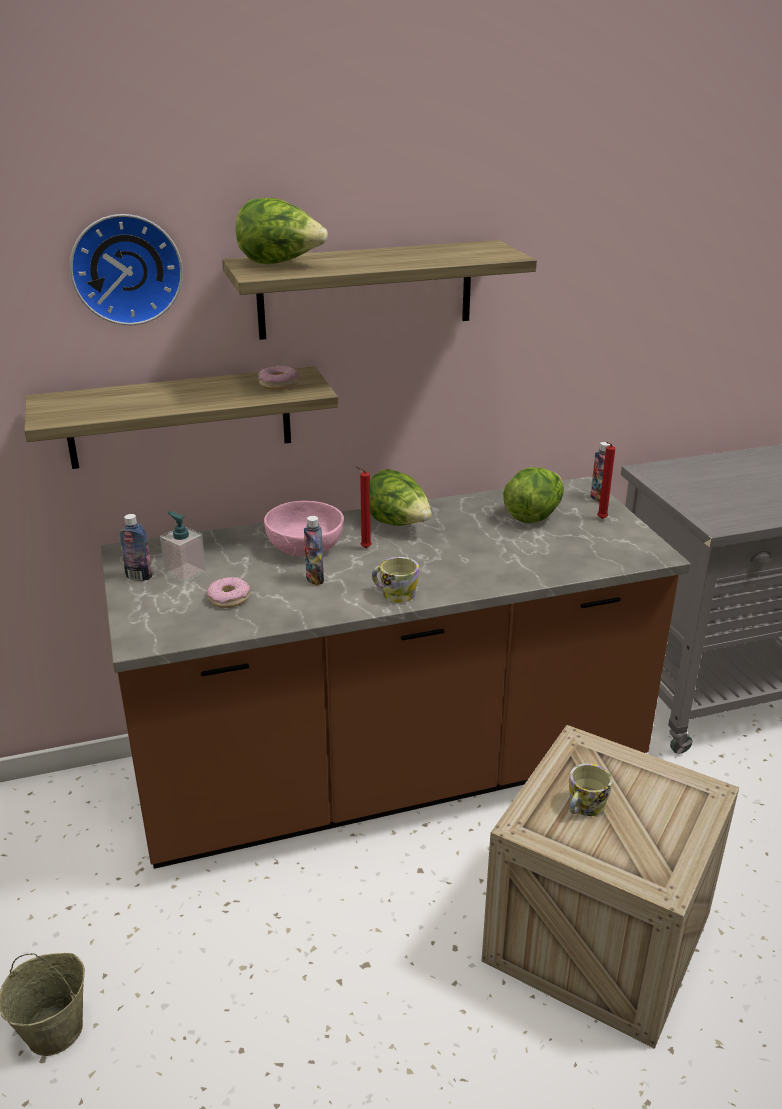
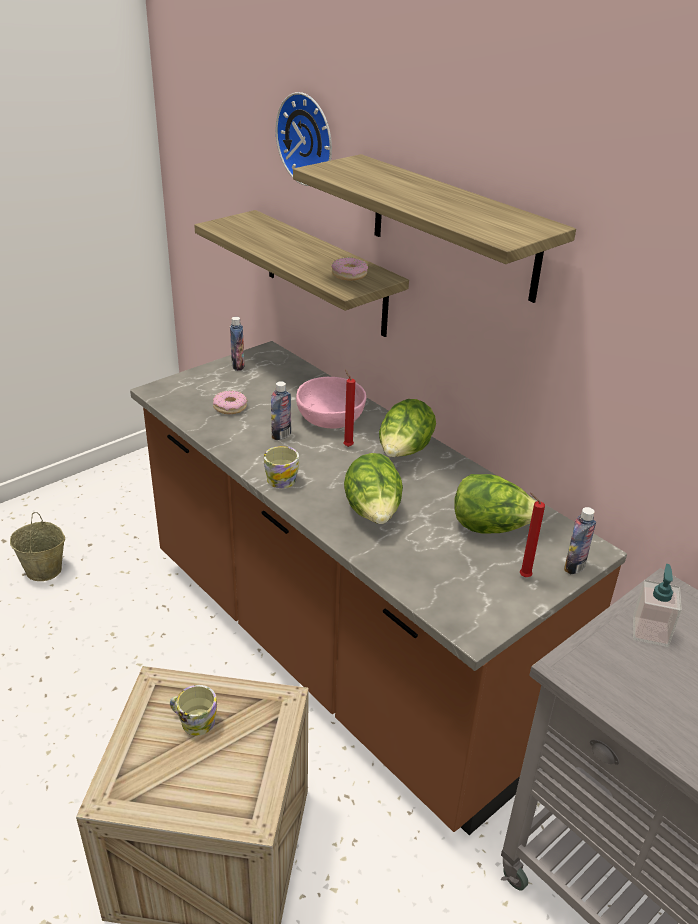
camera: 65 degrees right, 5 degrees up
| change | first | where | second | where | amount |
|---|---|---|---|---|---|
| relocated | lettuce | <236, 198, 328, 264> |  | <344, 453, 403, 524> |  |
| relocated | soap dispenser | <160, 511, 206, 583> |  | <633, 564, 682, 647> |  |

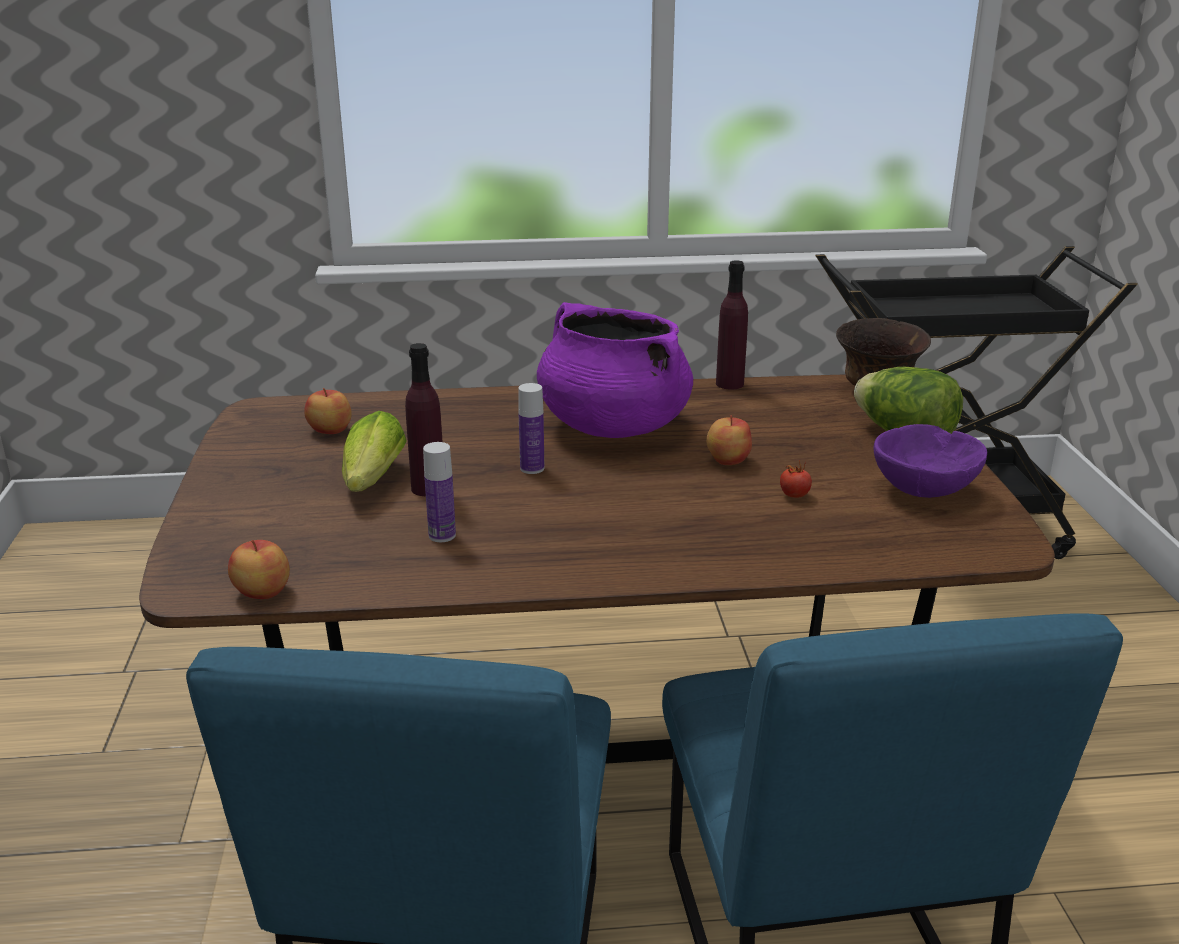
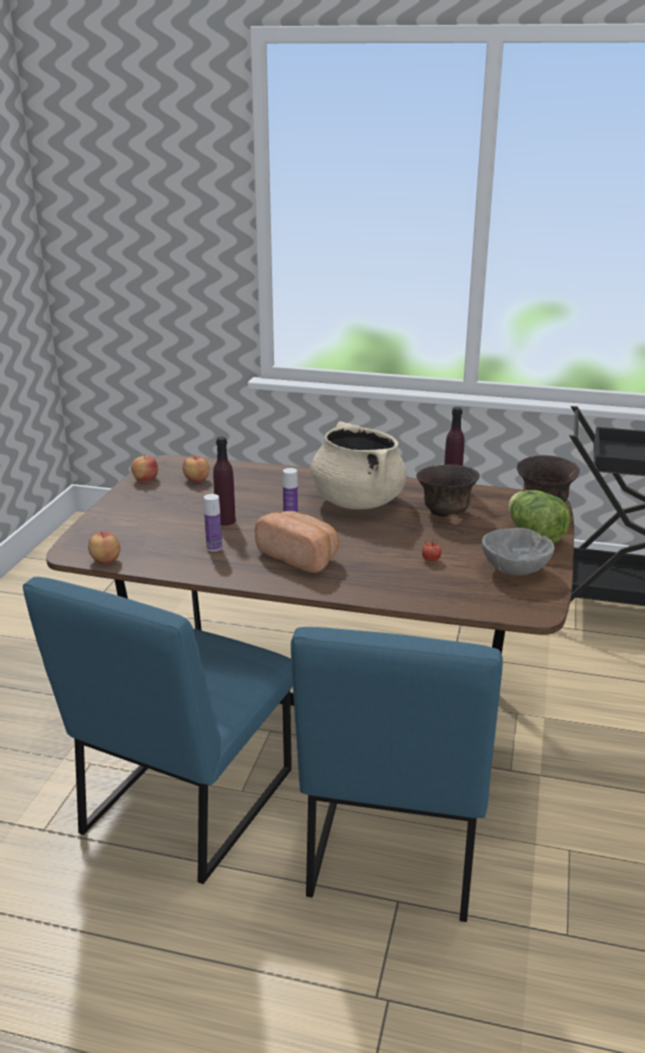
camera: 20 degrees right, 0 degrees up
| change | first | where | second | where | amount |
|---|---|---|---|---|---|
| colour | cooking pot in purple | <537, 302, 693, 438> | cooking pot in beige | <310, 421, 407, 509> |  |
| missing | lettuce | <342, 411, 407, 492> |  |  |  |
| relocated | apple | <706, 415, 752, 465> |  | <131, 454, 158, 482> |  |
| colour | bowl in purple | <874, 424, 987, 498> | bowl in grey | <482, 528, 554, 575> |  |
| appeared |  |  | bowl in brown | <416, 465, 480, 517> |  |
| appeared |  |  | bread | <255, 511, 339, 573> |  |

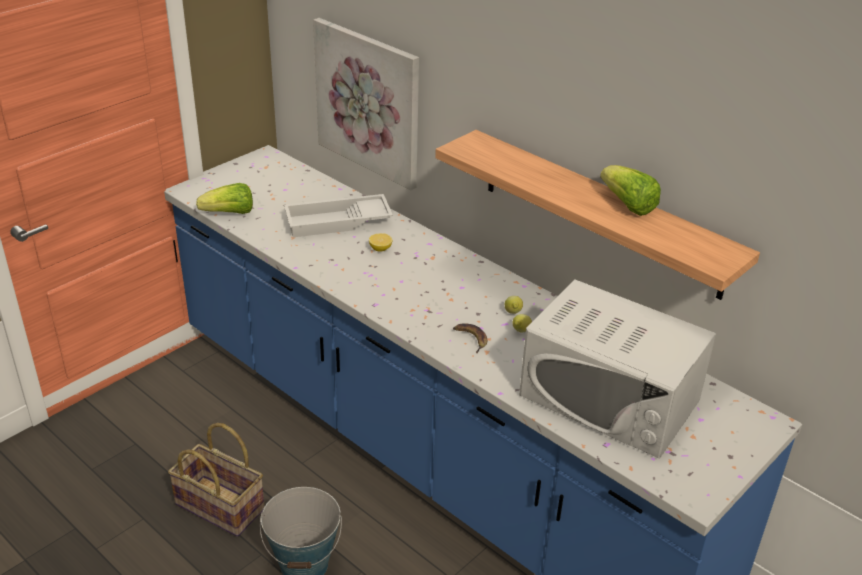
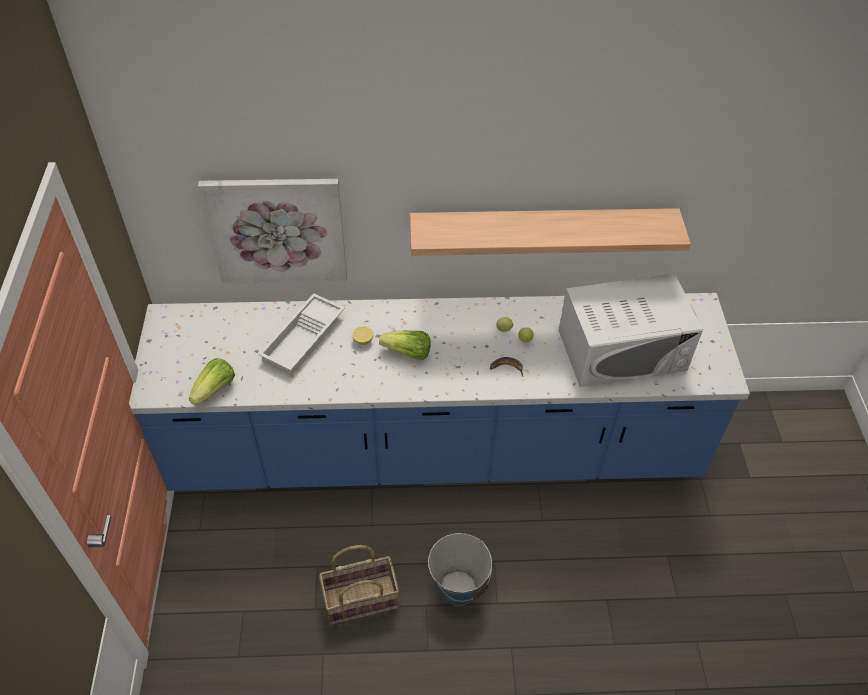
camera: 45 degrees left, 15 degrees up
| change | first | where | second | where | amount |
|---|---|---|---|---|---|
| relocated | lettuce | <600, 165, 661, 216> |  | <379, 330, 431, 360> |  |

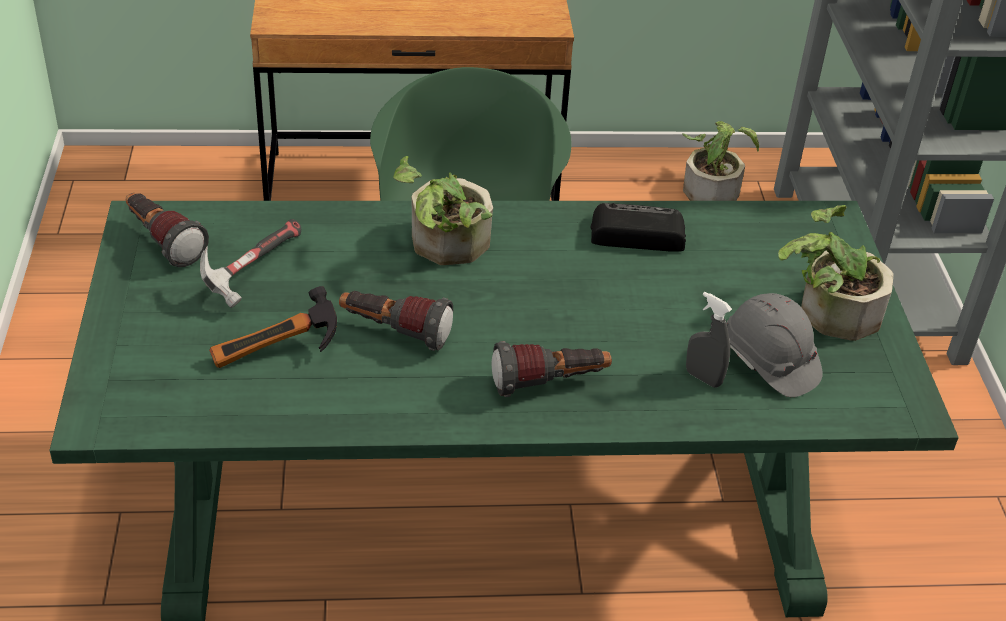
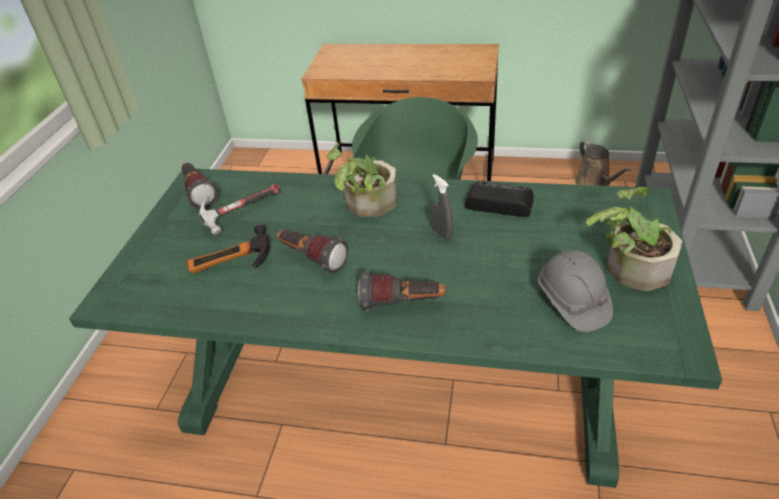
camera: 20 degrees right, 0 degrees up
| change | first | where | second | where | amount |
|---|---|---|---|---|---|
| exchanged | potted plant | <682, 121, 759, 201> | watering can in brown | <575, 140, 631, 186> |  |
| relocated | spray bottle in grey | <686, 292, 732, 388> |  | <431, 174, 453, 240> |  |

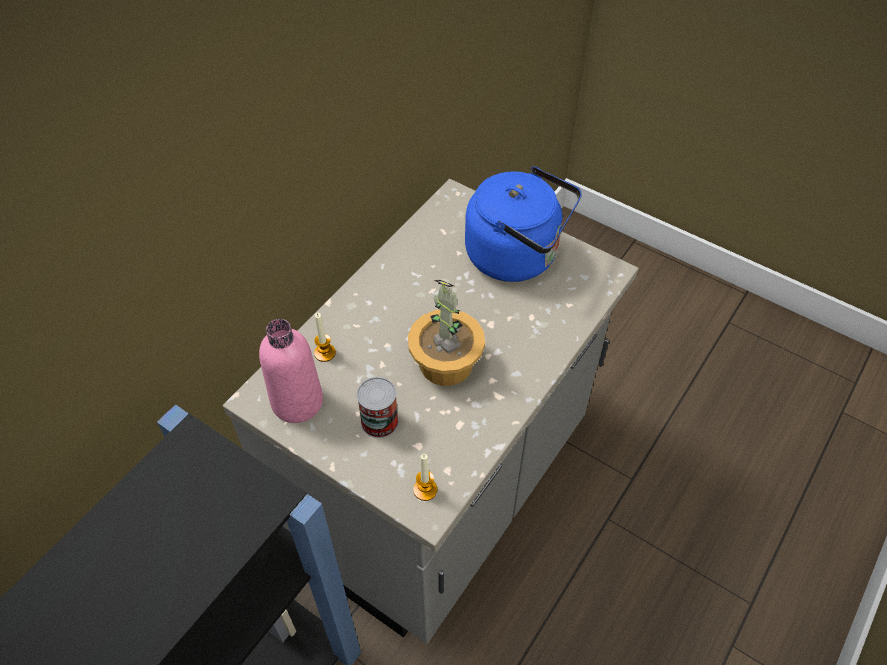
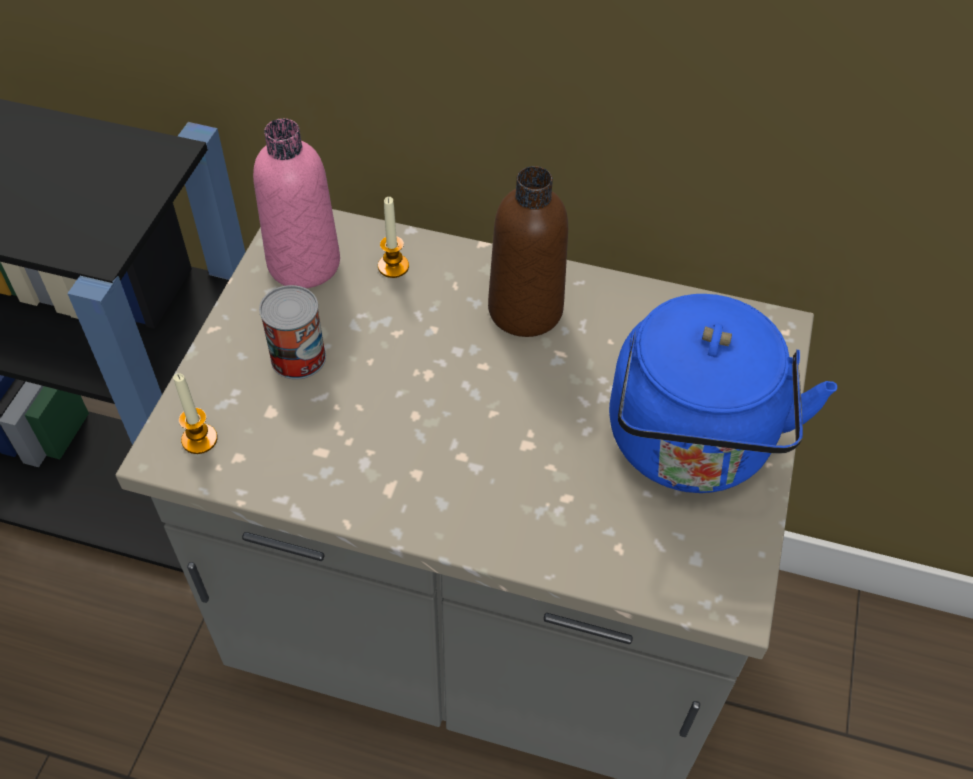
camera: 70 degrees right, 0 degrees up
| change | first | where | second | where | amount |
|---|---|---|---|---|---|
| missing | potted plant | <408, 280, 485, 386> |  |  |  |
| appeared |  |  | bottle in brown | <488, 166, 568, 337> |  |

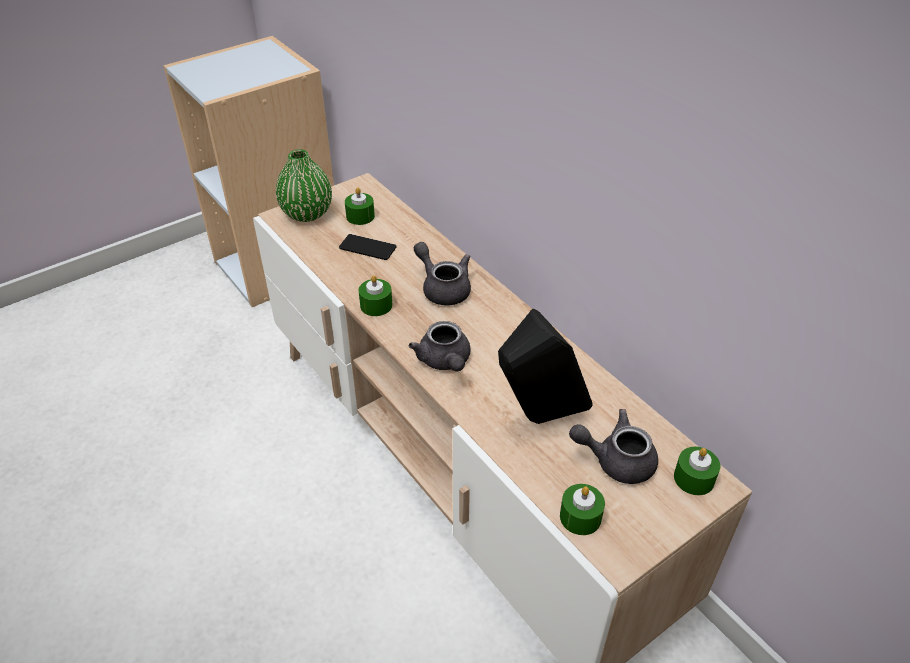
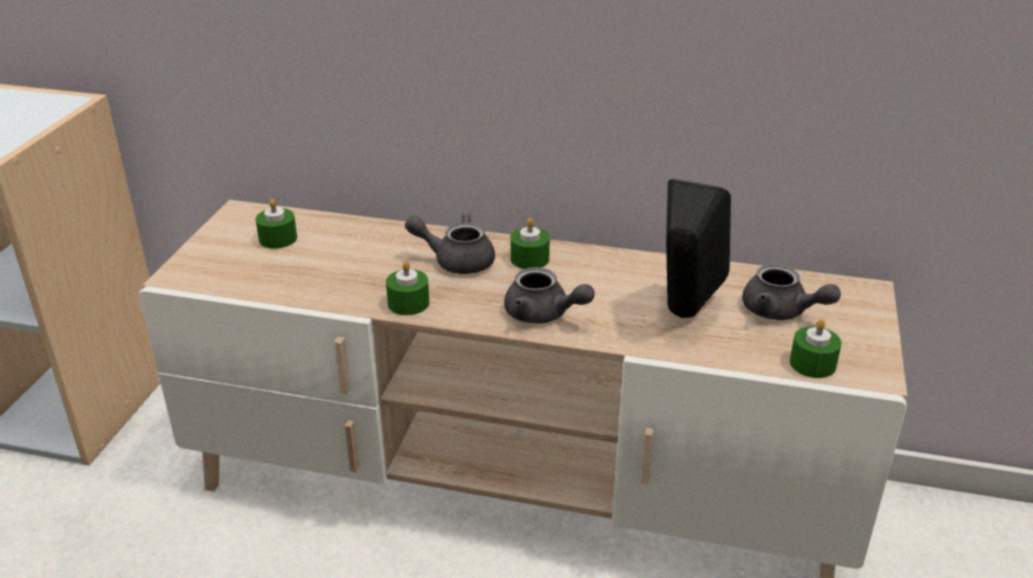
camera: 40 degrees left, 10 degrees down
| change | first | where | second | where | amount |
|---|---|---|---|---|---|
| missing | vase in green | <276, 149, 332, 222> |  |  |  |
| missing | phone | <339, 234, 397, 260> |  |  |  |
| spun | teapot in grey | <569, 409, 658, 484> |  | <742, 264, 841, 320> | 105 degrees counterclockwise |
| relocated | candle in green | <674, 447, 720, 495> |  | <510, 218, 550, 269> |  |

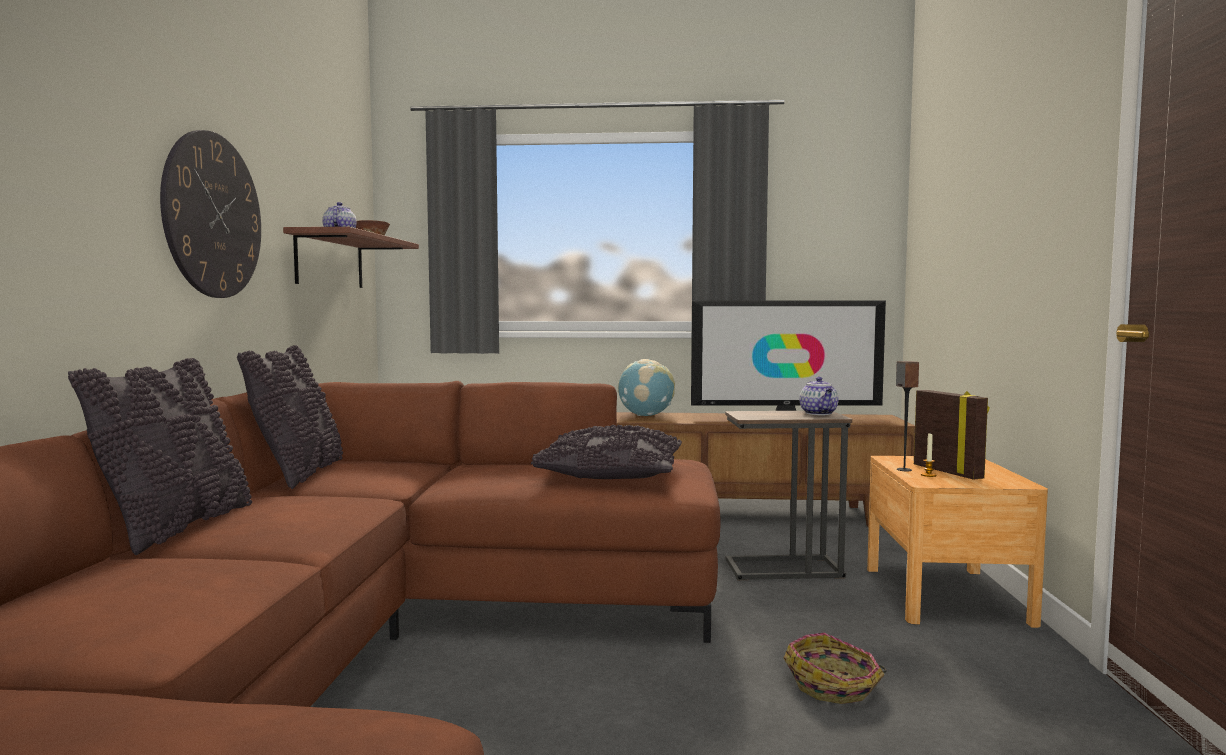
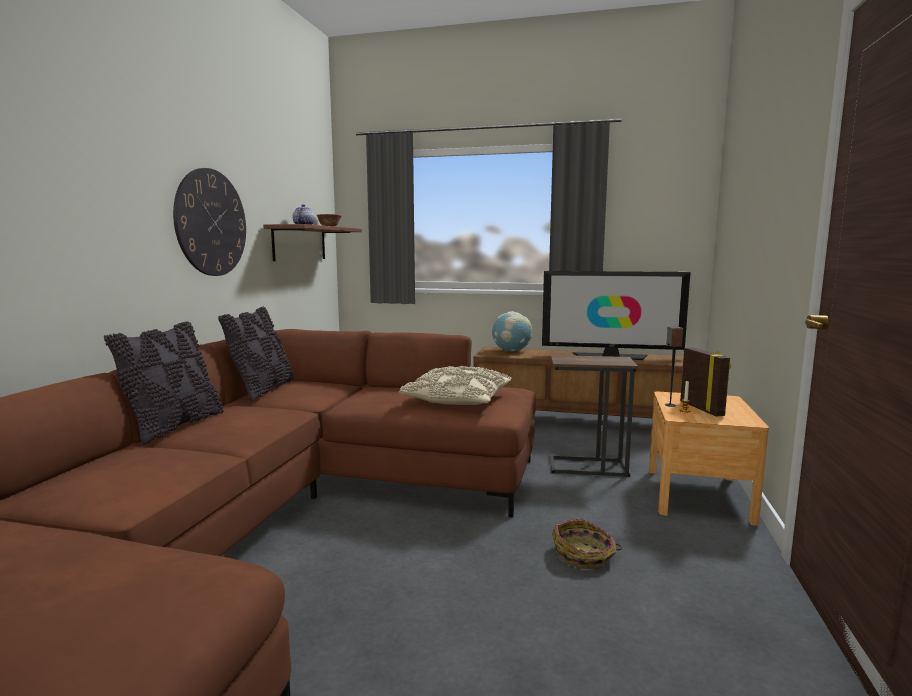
camera: 10 degrees right, 5 degrees up
| change | first | where | second | where | amount |
|---|---|---|---|---|---|
| missing | teapot | <799, 377, 839, 415> |  |  |  |
| colour | pillow in black | <531, 425, 682, 479> | pillow in beige | <399, 366, 511, 405> |  |

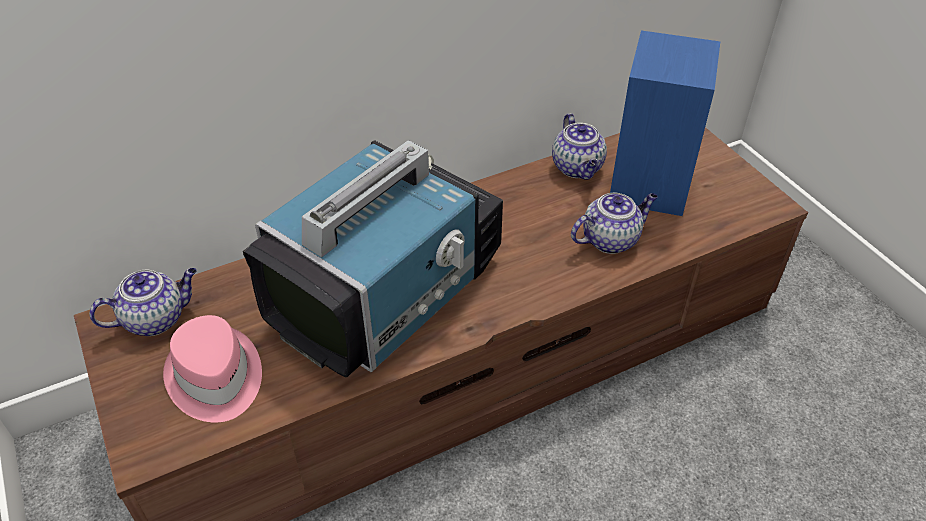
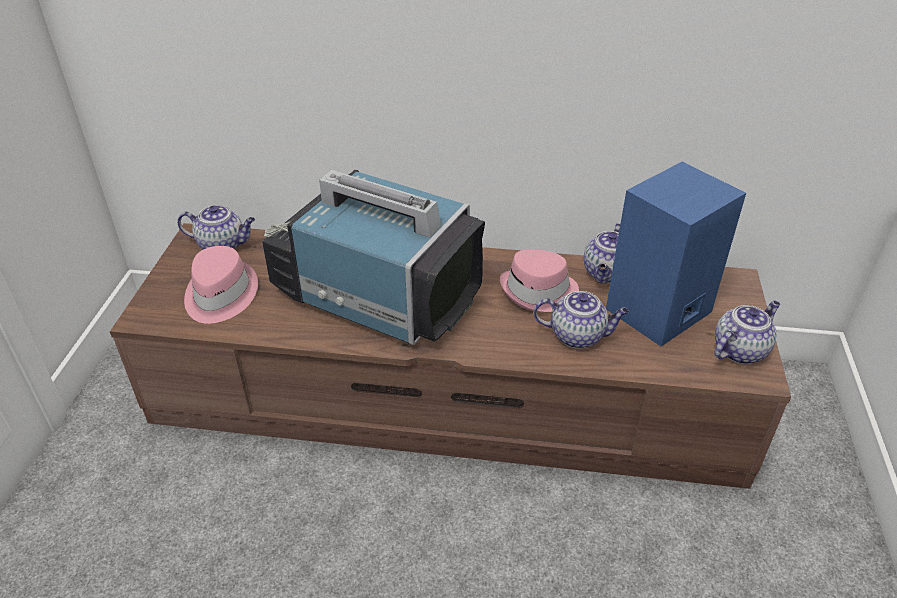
camera: 35 degrees right, 5 degrees down
| change | first | where | second | where | amount |
|---|---|---|---|---|---|
| spun | television | <243, 140, 503, 378> |  | <262, 170, 485, 345> | 135 degrees counterclockwise |
| appeared |  |  | hat in pink | <500, 250, 579, 312> |  |
| appeared |  |  | teapot | <714, 301, 780, 364> |  |

